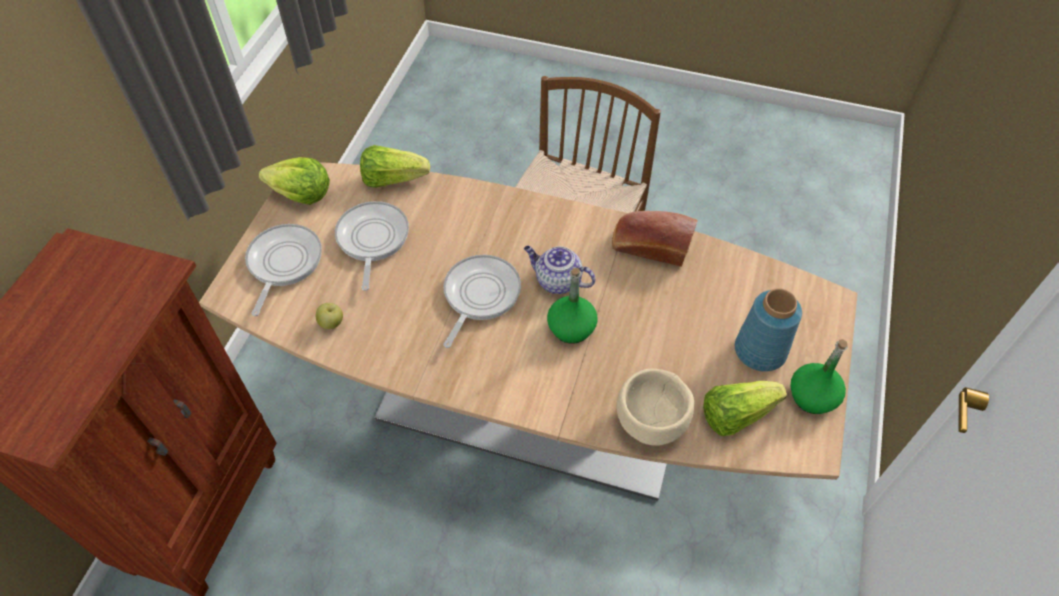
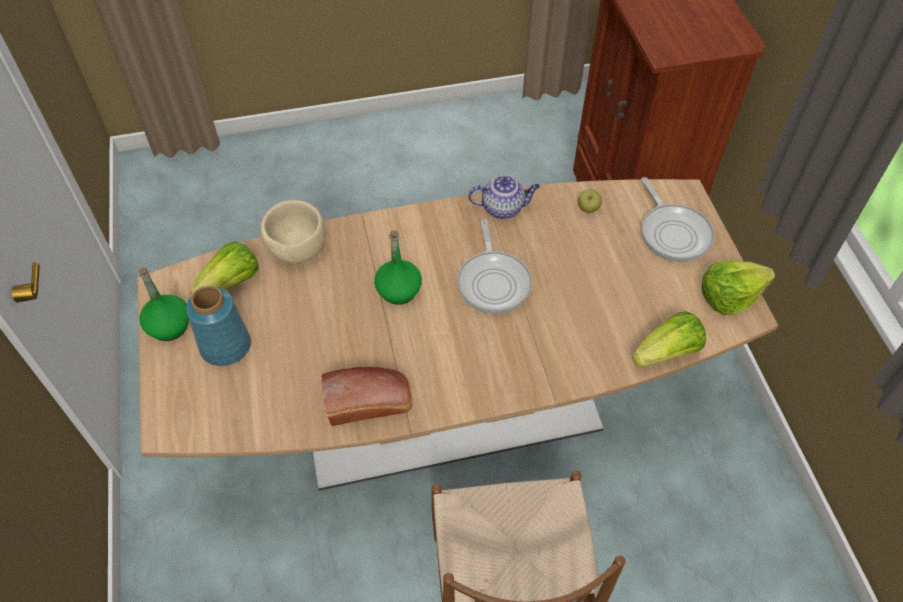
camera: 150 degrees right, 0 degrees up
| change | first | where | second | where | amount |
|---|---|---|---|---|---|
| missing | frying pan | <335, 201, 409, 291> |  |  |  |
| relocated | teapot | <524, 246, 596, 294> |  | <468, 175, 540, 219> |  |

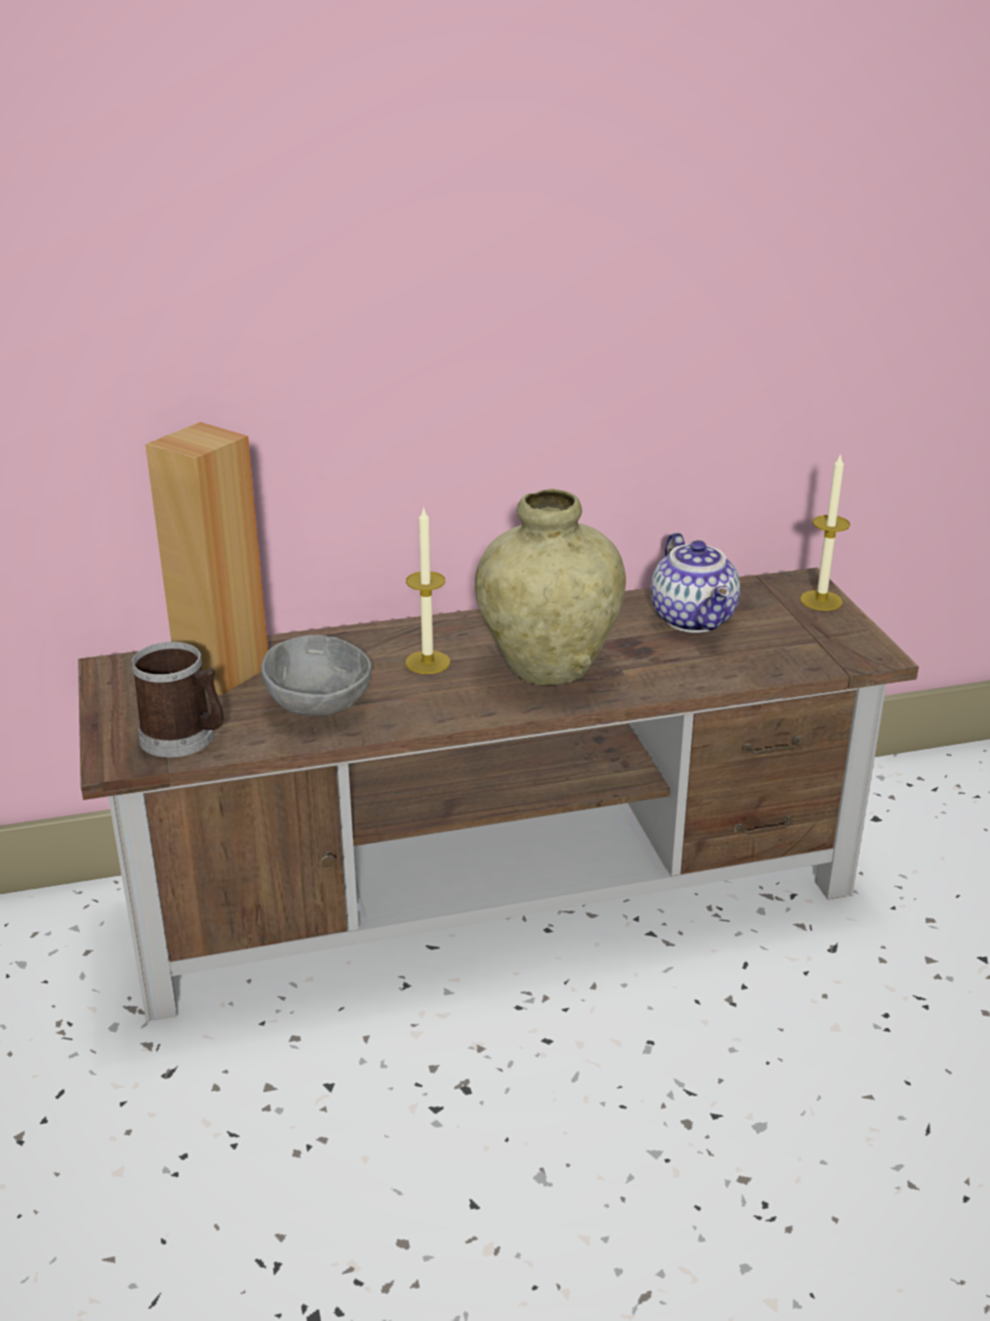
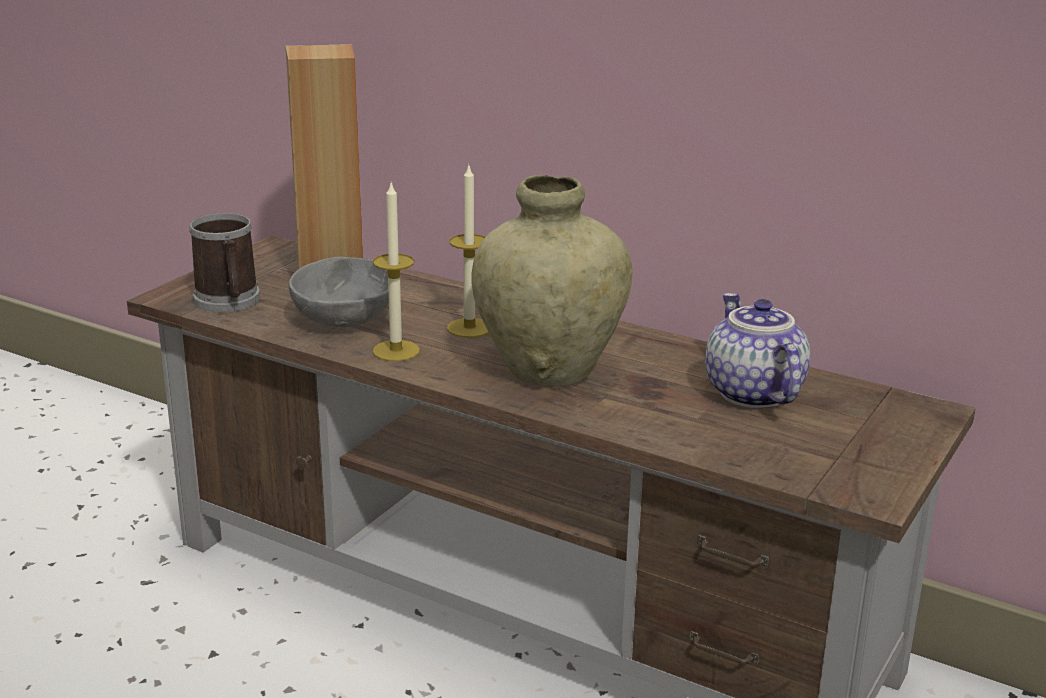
camera: 45 degrees right, 5 degrees down
| change | first | where | second | where | amount |
|---|---|---|---|---|---|
| relocated | candle | <800, 453, 850, 611> |  | <372, 183, 420, 361> |  |
| spun | teapot | <651, 533, 740, 633> |  | <705, 293, 811, 408> | 135 degrees clockwise |

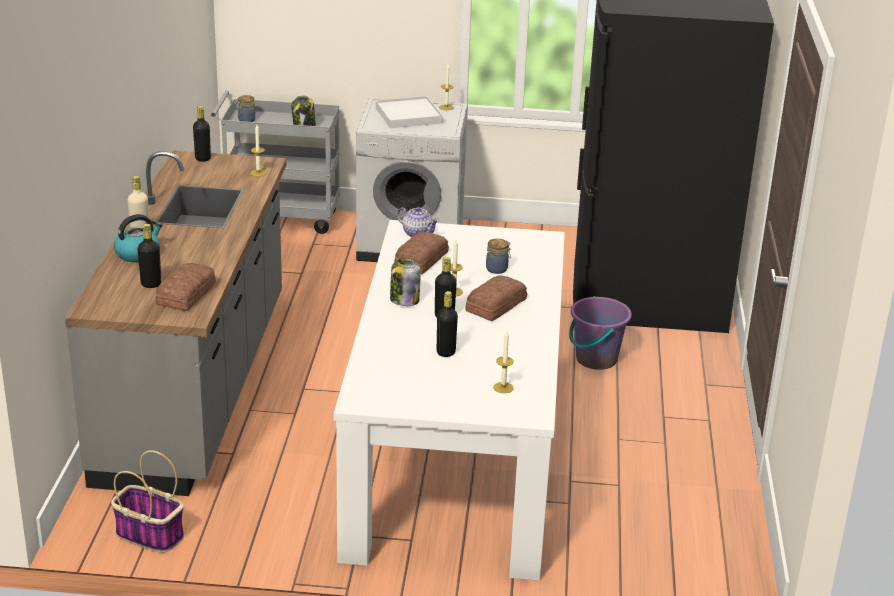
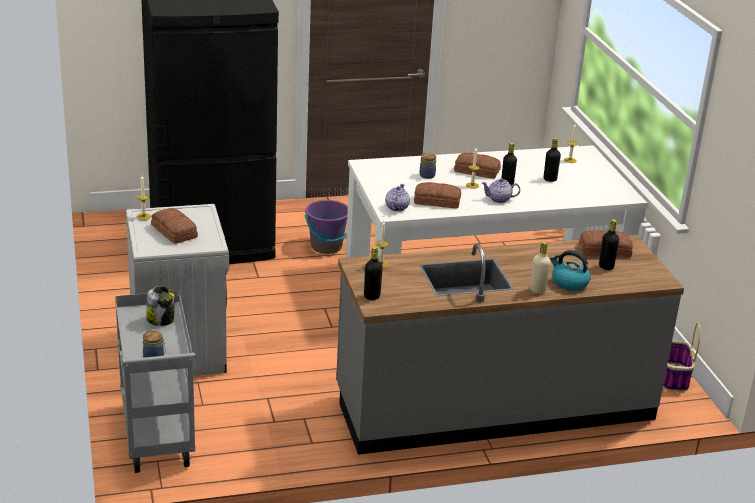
camera: 110 degrees left, 0 degrees up
| change | first | where | second | where | amount |
|---|---|---|---|---|---|
| exchanged | tray in white | <376, 96, 443, 128> | bread | <151, 208, 198, 244> |  |
| exchanged | jar | <390, 258, 421, 306> | teapot | <482, 178, 520, 203> |  |

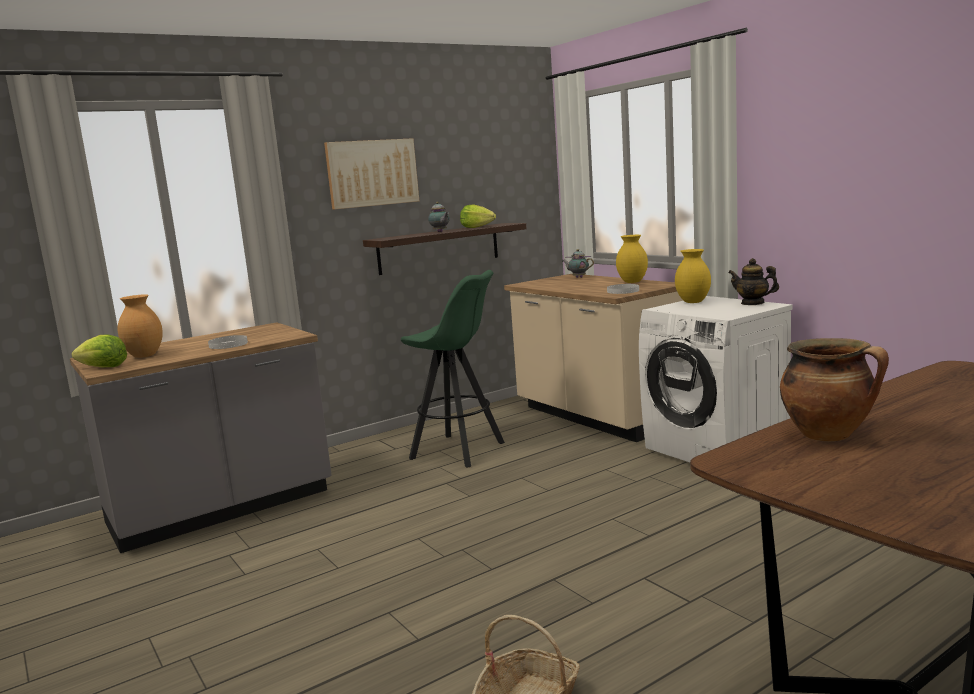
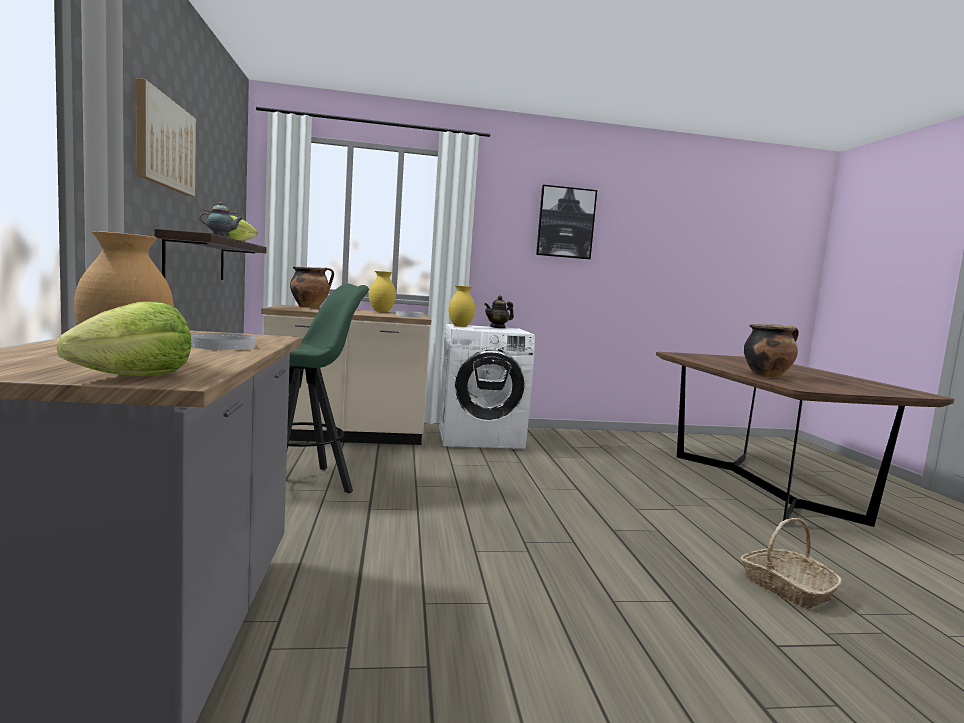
camera: 65 degrees left, 5 degrees down
| change | first | where | second | where | amount |
|---|---|---|---|---|---|
| exchanged | teapot | <563, 249, 594, 278> | cooking pot | <290, 267, 334, 308> |  |
| appeared |  |  | picture | <536, 185, 597, 259> |  |

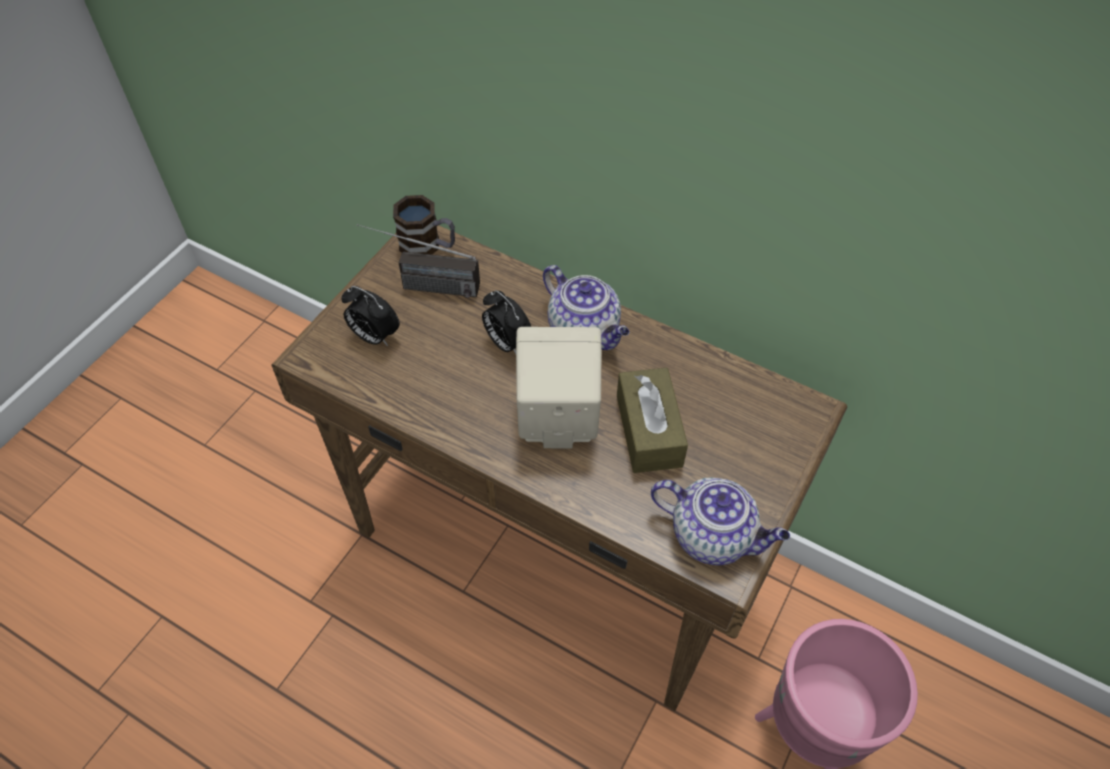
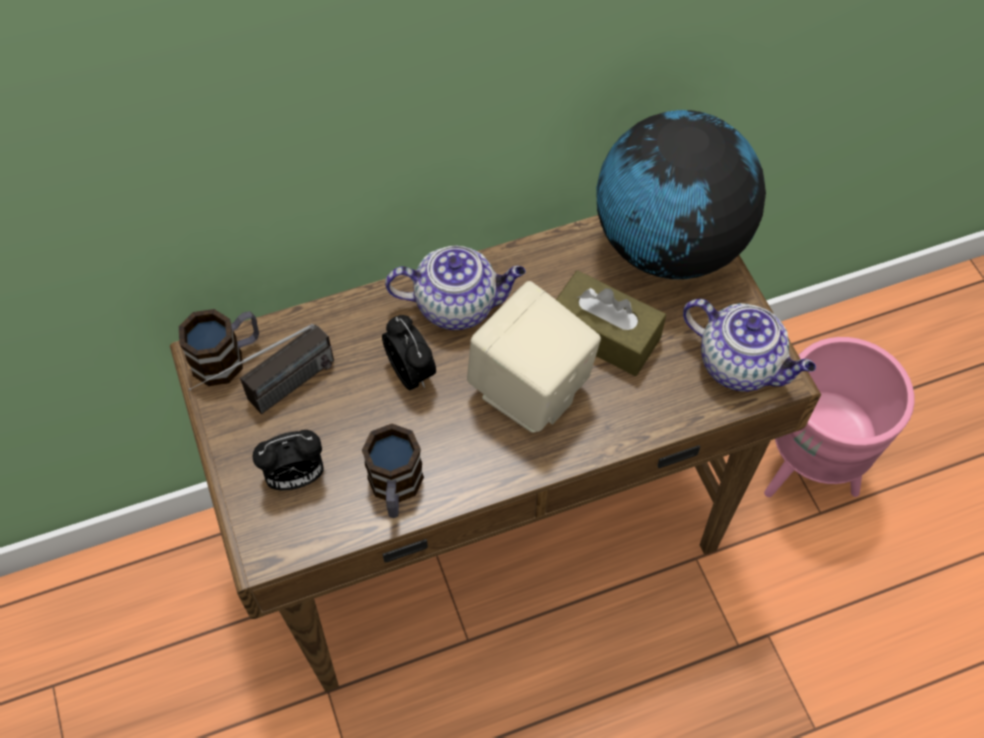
camera: 50 degrees left, 5 degrees up
| change | first | where | second | where | amount |
|---|---|---|---|---|---|
| spun | alarm clock | <482, 290, 531, 354> |  | <382, 315, 436, 390> | 120 degrees counterclockwise |
| spun | teapot | <651, 478, 790, 565> |  | <683, 299, 816, 392> | 60 degrees clockwise |
| appeared |  |  | globe | <596, 110, 766, 279> |  |
| appeared |  |  | mug | <362, 424, 424, 518> |  |

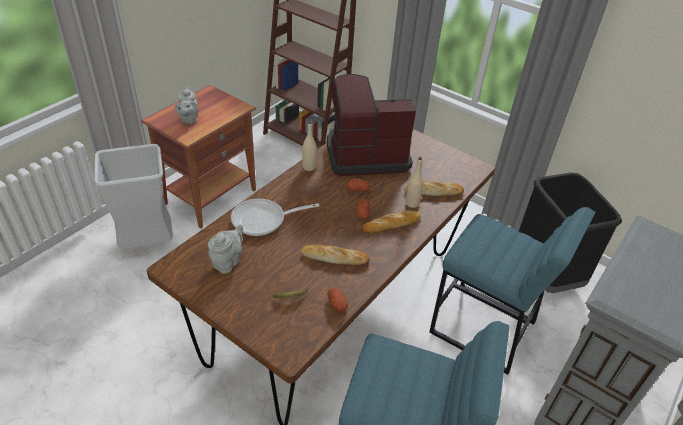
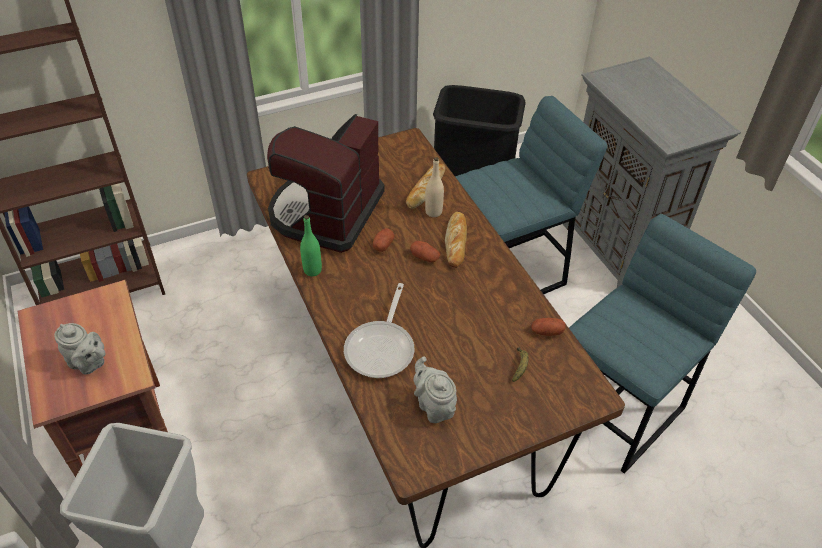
camera: 60 degrees left, 5 degrees up
| change | first | where | second | where | amount |
|---|---|---|---|---|---|
| colour | bottle in beige | <302, 121, 317, 171> | bottle in green | <300, 215, 322, 276> |  |
| missing | bread | <301, 245, 370, 265> |  |  |  |

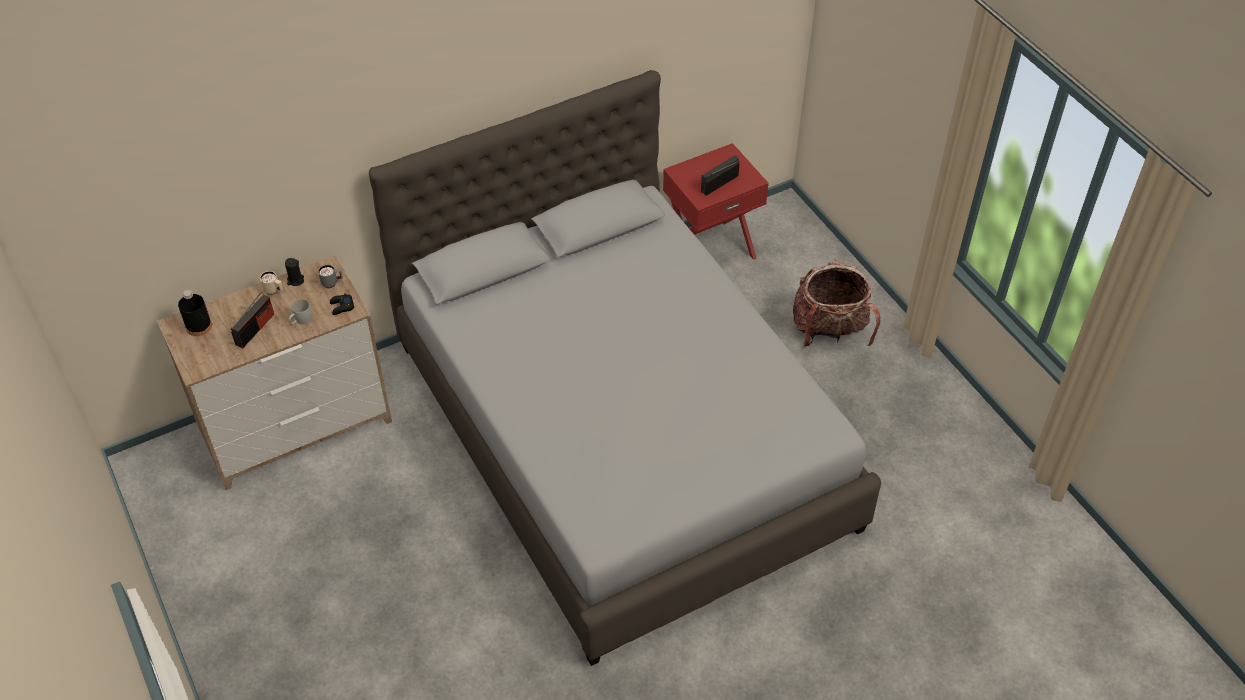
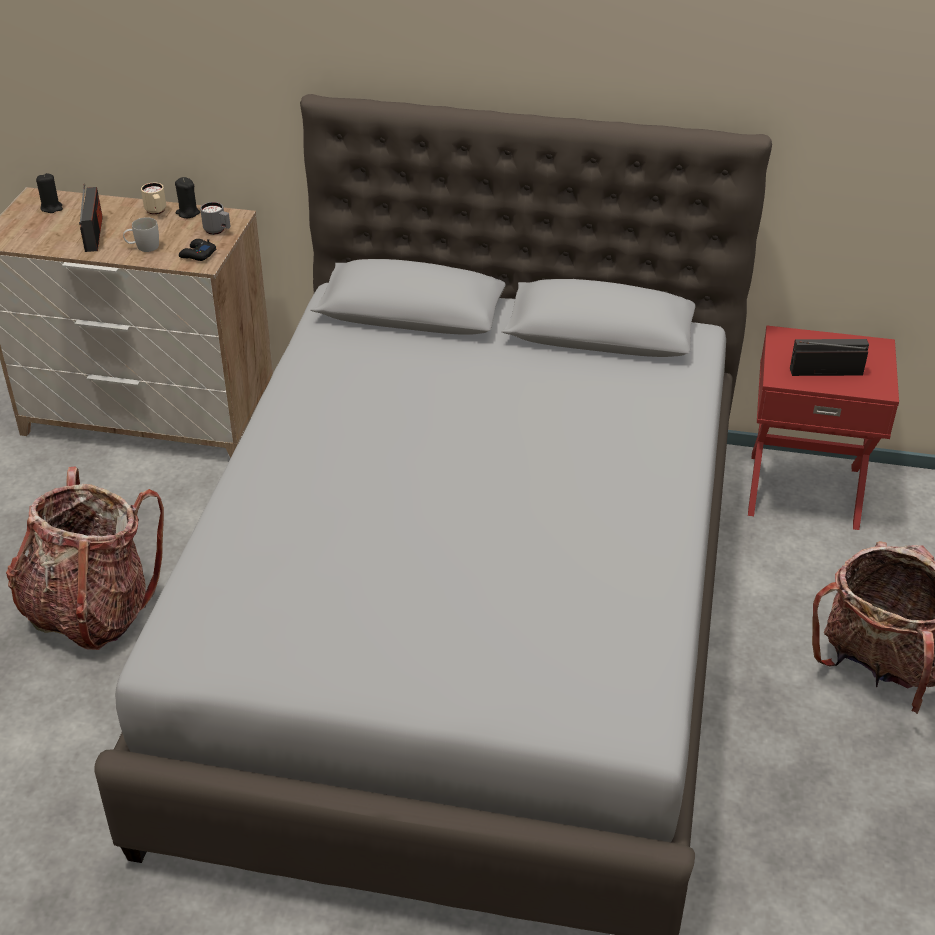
camera: 40 degrees right, 10 degrees down
| change | first | where | second | where | amount |
|---|---|---|---|---|---|
| exchanged | bottle in black | <178, 290, 212, 336> | candle in black | <36, 173, 63, 213> |  |
| spun | radio | <231, 292, 274, 348> |  | <79, 184, 103, 252> | 75 degrees counterclockwise |
| appeared |  |  | backpack | <6, 467, 164, 650> |  |

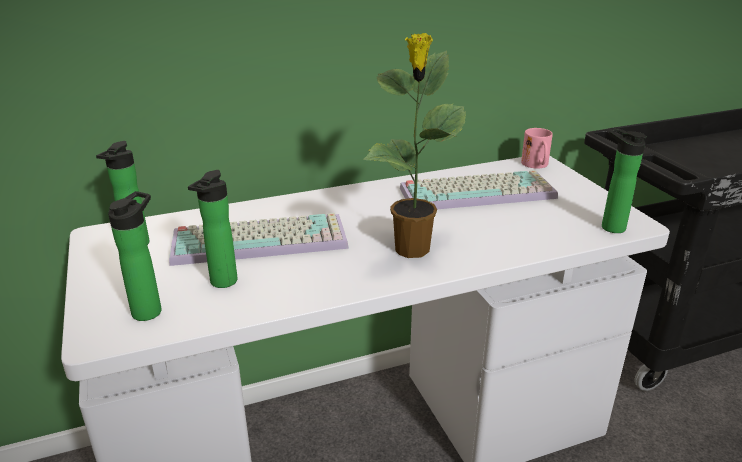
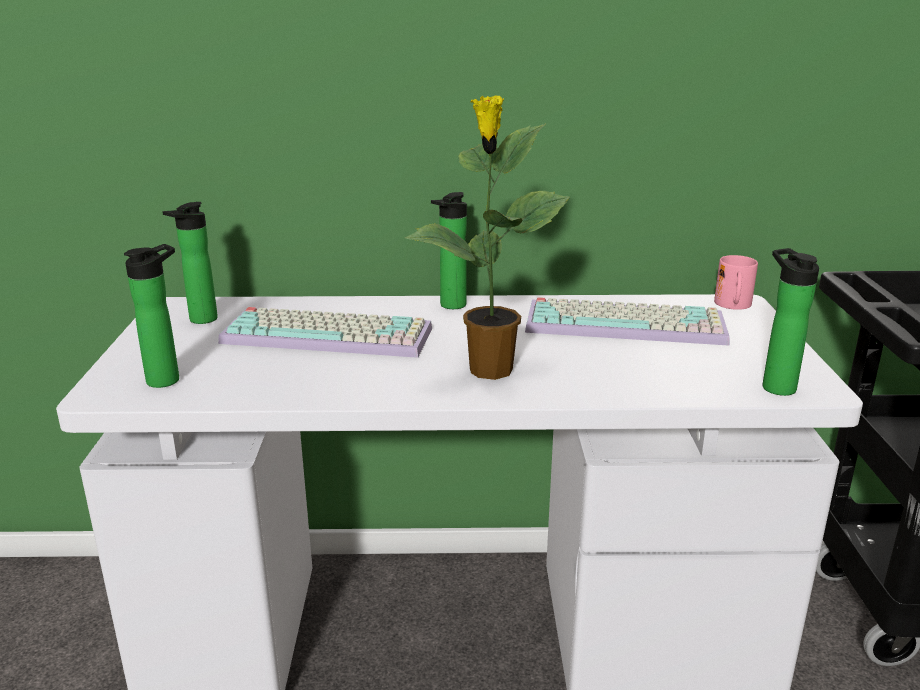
camera: 20 degrees right, 5 degrees down
| change | first | where | second | where | amount |
|---|---|---|---|---|---|
| relocated | bottle | <188, 170, 238, 288> |  | <431, 192, 467, 309> |  |

